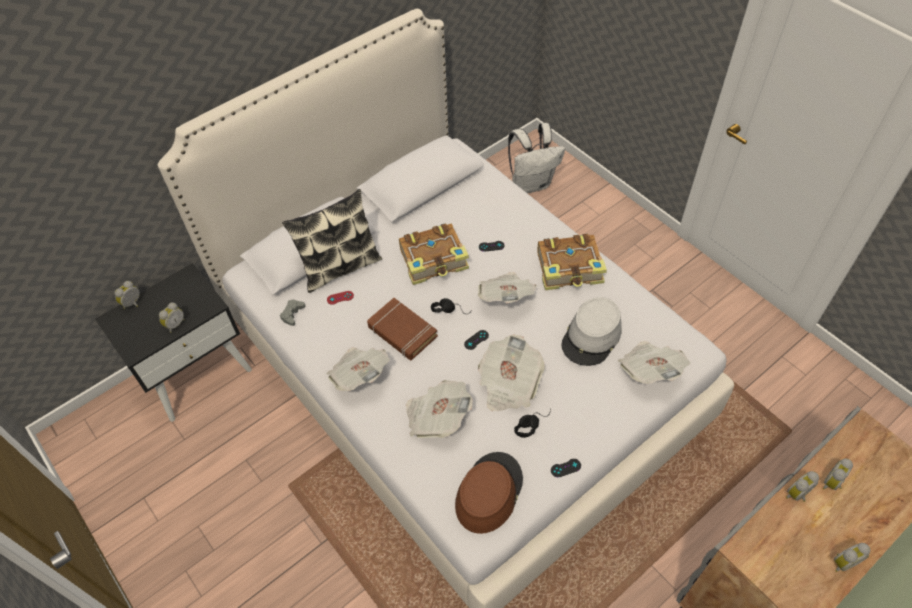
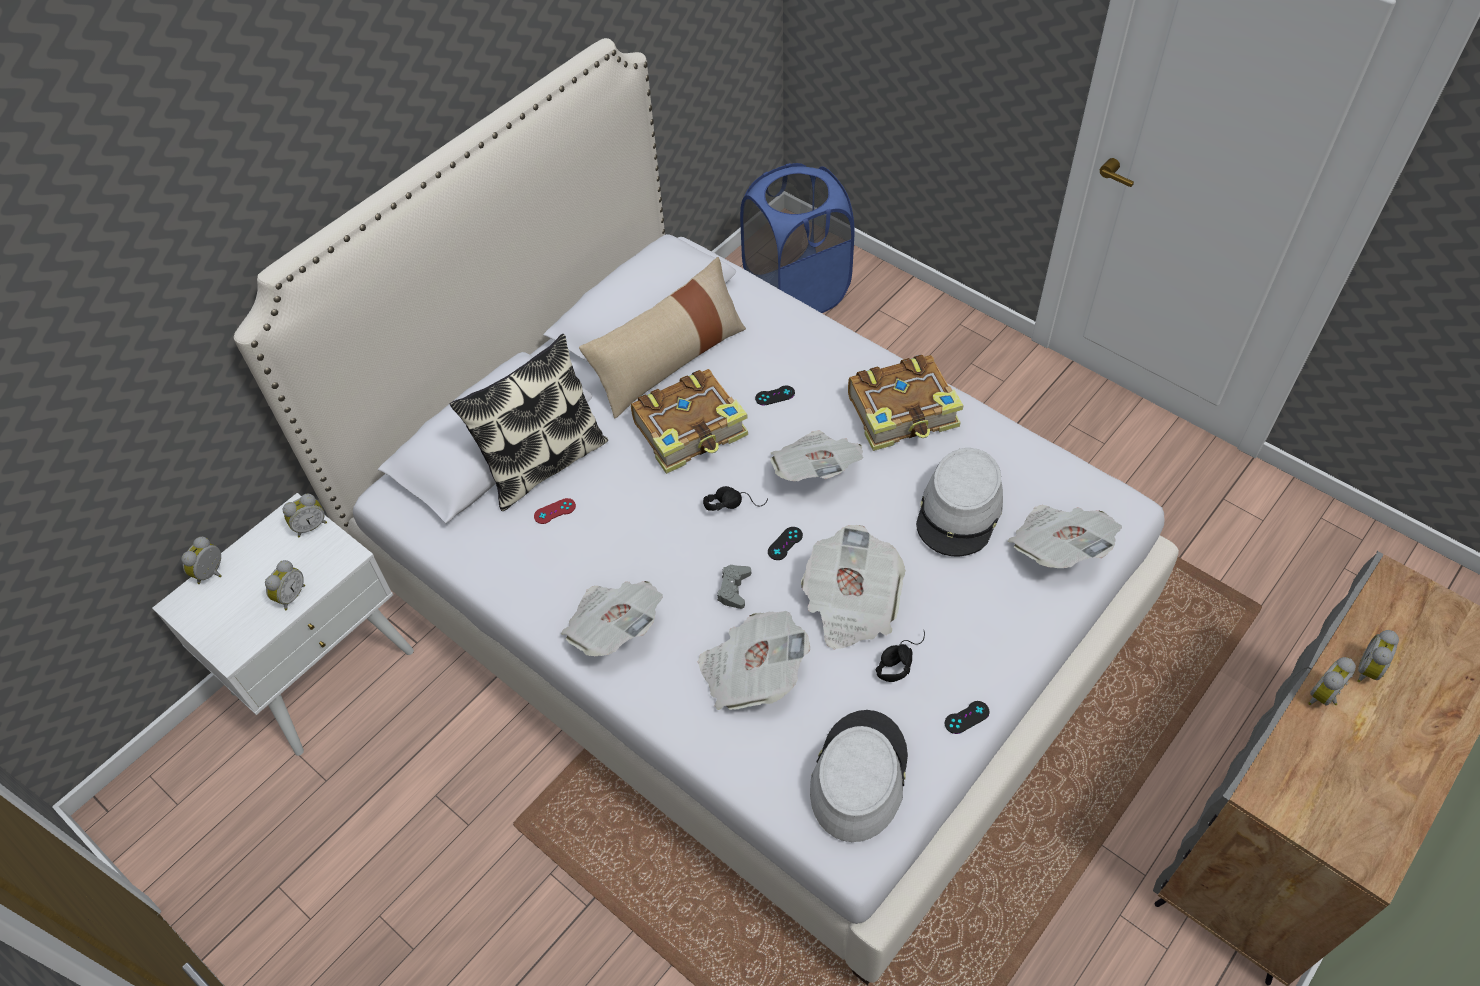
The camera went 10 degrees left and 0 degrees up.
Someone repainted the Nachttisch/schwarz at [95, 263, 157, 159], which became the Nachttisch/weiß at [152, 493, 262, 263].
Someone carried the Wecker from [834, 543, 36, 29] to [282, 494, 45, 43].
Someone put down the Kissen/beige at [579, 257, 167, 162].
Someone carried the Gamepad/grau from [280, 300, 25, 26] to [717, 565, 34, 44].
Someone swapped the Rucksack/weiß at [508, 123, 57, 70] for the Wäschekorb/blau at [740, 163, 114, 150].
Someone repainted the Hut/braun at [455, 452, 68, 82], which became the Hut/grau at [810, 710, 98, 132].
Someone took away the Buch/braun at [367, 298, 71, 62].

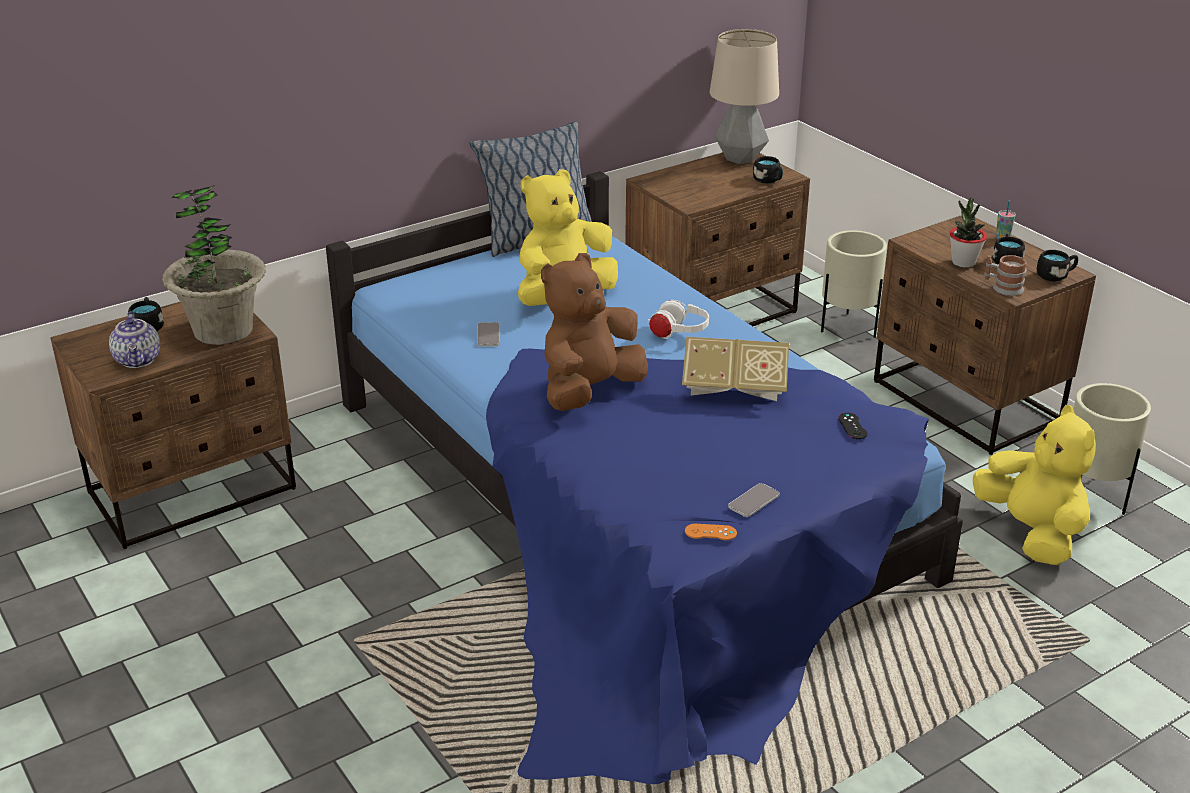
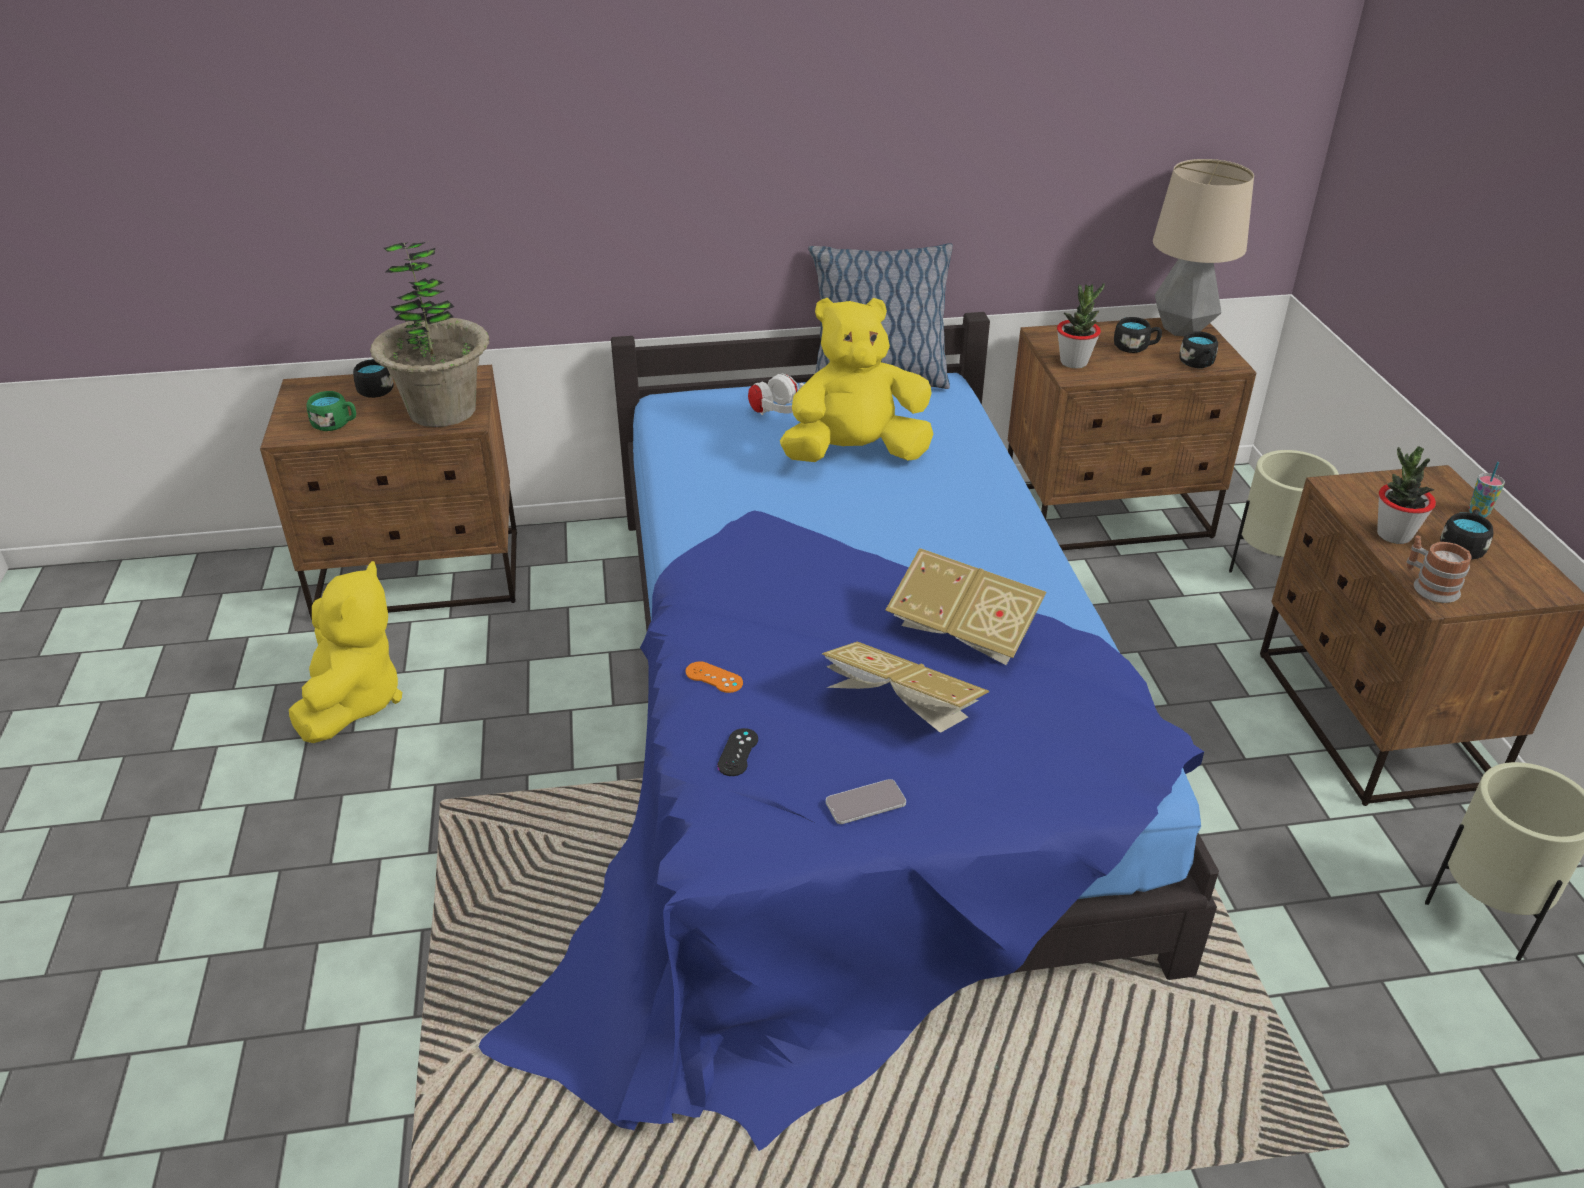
The camera went 25 degrees right and 5 degrees up.
Someone carried the Plüschtier/gelb from [973, 405, 123, 160] to [289, 561, 113, 182].
Someone swapped the Teekanne at [109, 312, 51, 56] for the Henkelbecher/grün at [307, 391, 49, 40].
Someone carried the Gamepad/orange from [685, 524, 52, 16] to [686, 661, 57, 32].
Someone carried the Gamepad/schwarz from [838, 413, 30, 26] to [717, 728, 41, 48].
Someone carried the Kopfhörer/weiß from [648, 300, 61, 39] to [748, 374, 56, 41].
Someone put down the Buch at [822, 641, 167, 92].
Someone put down the Topfpflanze at [1057, 283, 48, 85].
Someone carried the Henkelbecher/schwarz from [1037, 250, 41, 31] to [1114, 317, 48, 36].
Someone took away the Handy at [477, 322, 22, 25].
Someone took away the Plüschtier/braun at [541, 253, 107, 158].

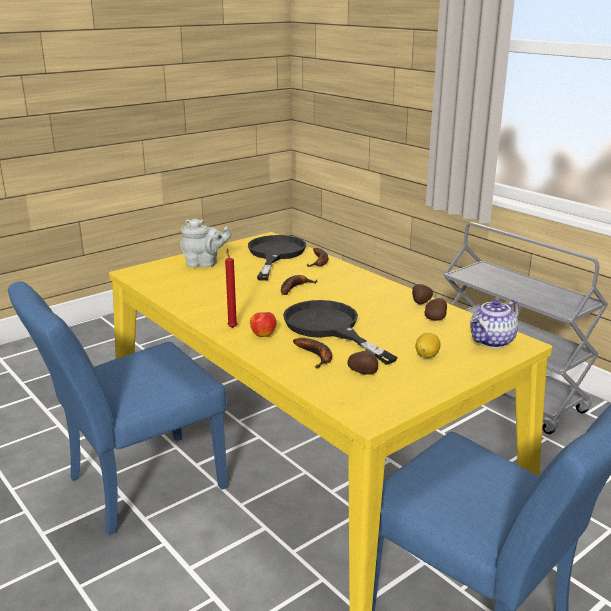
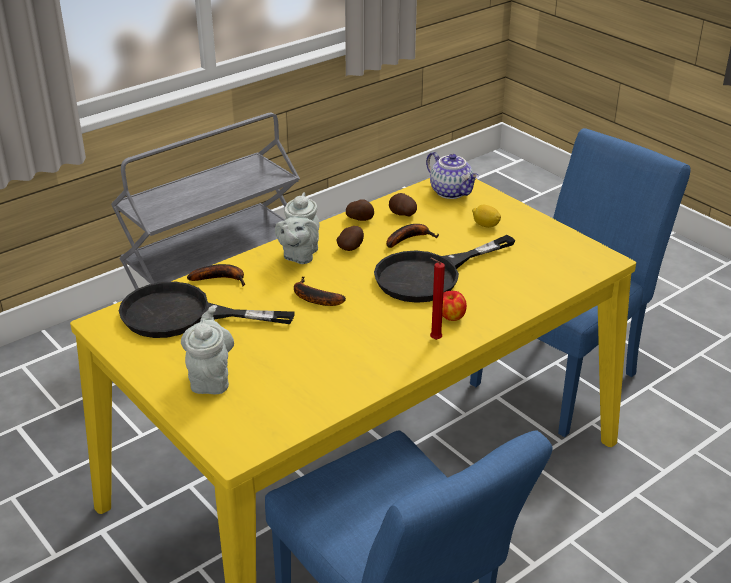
The camera went 90 degrees left and 10 degrees up.
Someone put down the Teekanne/grau at [275, 192, 44, 72].
Someone carried the Kartoffel from [347, 351, 31, 24] to [337, 226, 27, 25].
Someone carried the Banane from [293, 338, 39, 30] to [386, 224, 53, 24].

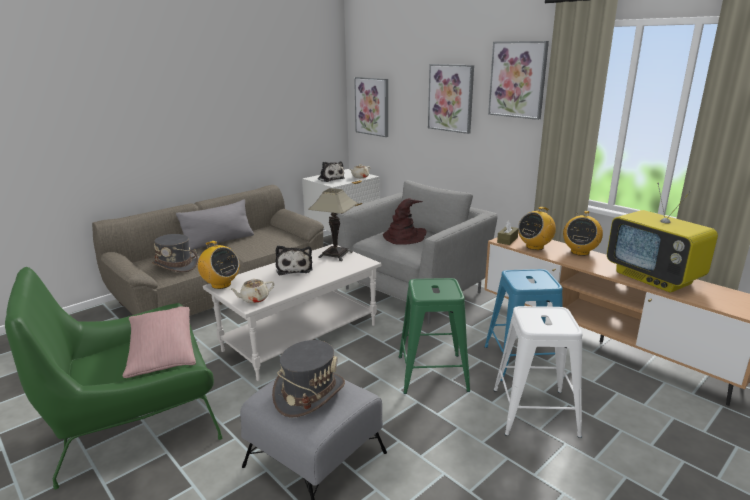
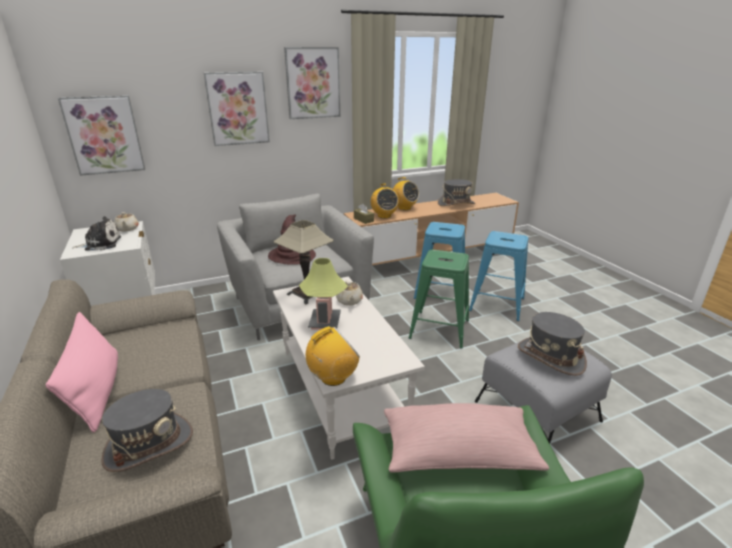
The camera went 70 degrees left and 5 degrees up.
Someone repainted the Kissen/grau at [176, 199, 78, 51], which became the Kissen/rosa at [46, 312, 72, 121].
Someone swapped the Plüschtier at [276, 246, 37, 29] for the Tischlampe at [299, 258, 49, 72].
Someone carried the Teekanne/beige from [230, 279, 44, 24] to [336, 280, 27, 26].
Someone swapped the Fernseher at [607, 183, 111, 110] for the Hut/grau at [438, 179, 37, 27].
Someone repainted the Hocker/weiß at [494, 306, 89, 132], which became the Hocker/blau at [469, 231, 59, 90].

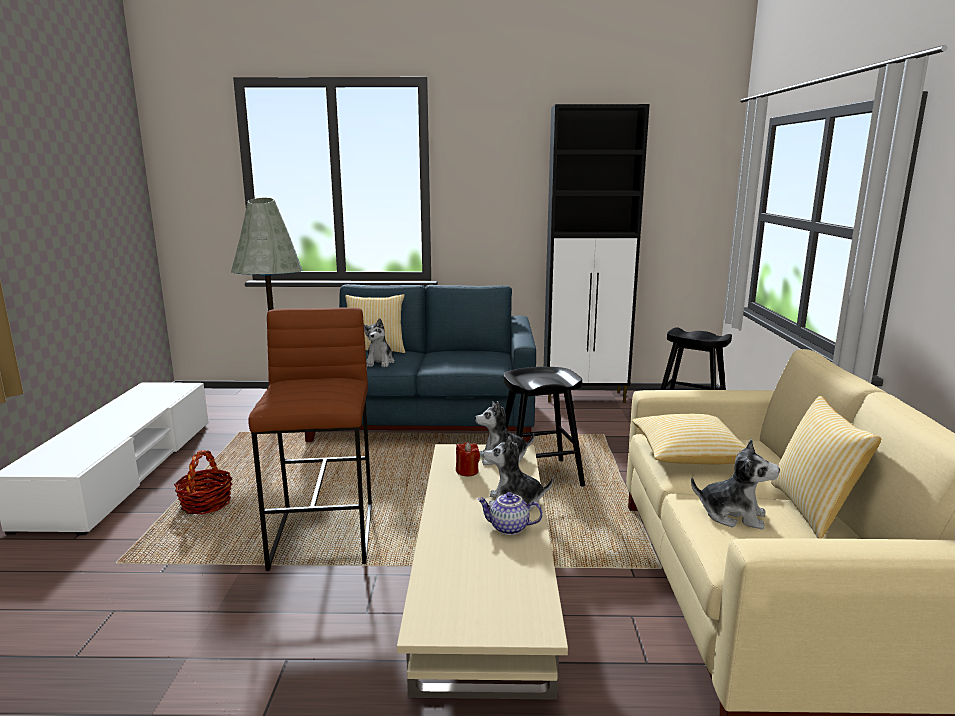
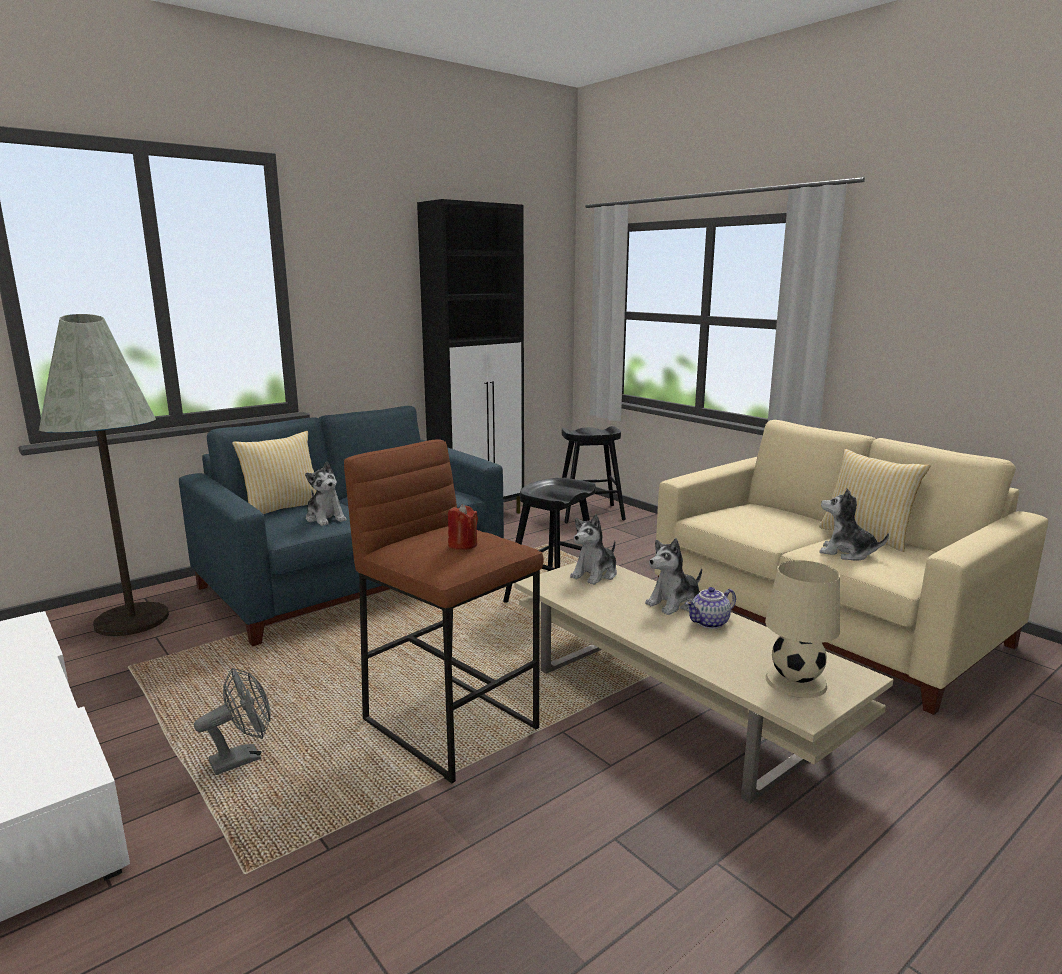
The camera went 40 degrees left and 0 degrees up.
Someone swapped the Korb at [174, 450, 59, 64] for the Ventilator/grau at [194, 668, 77, 107].
Someone carried the Kerze/rot from [456, 442, 24, 34] to [448, 504, 30, 46].
Someone put down the Tischlampe/beige at [765, 560, 75, 138].
Someone rotated the Plüschtier at [691, 439, 89, 91] by 135 degrees counterclockwise.
Someone took away the Kissen at [632, 414, 114, 50].

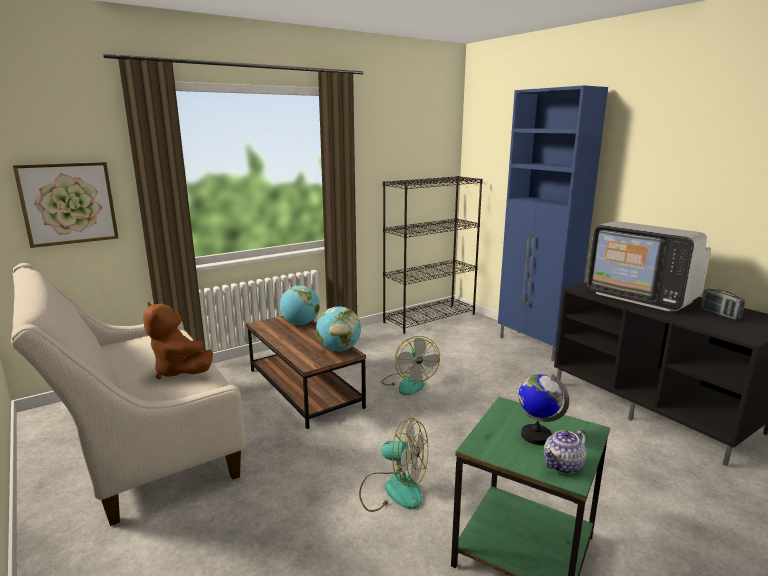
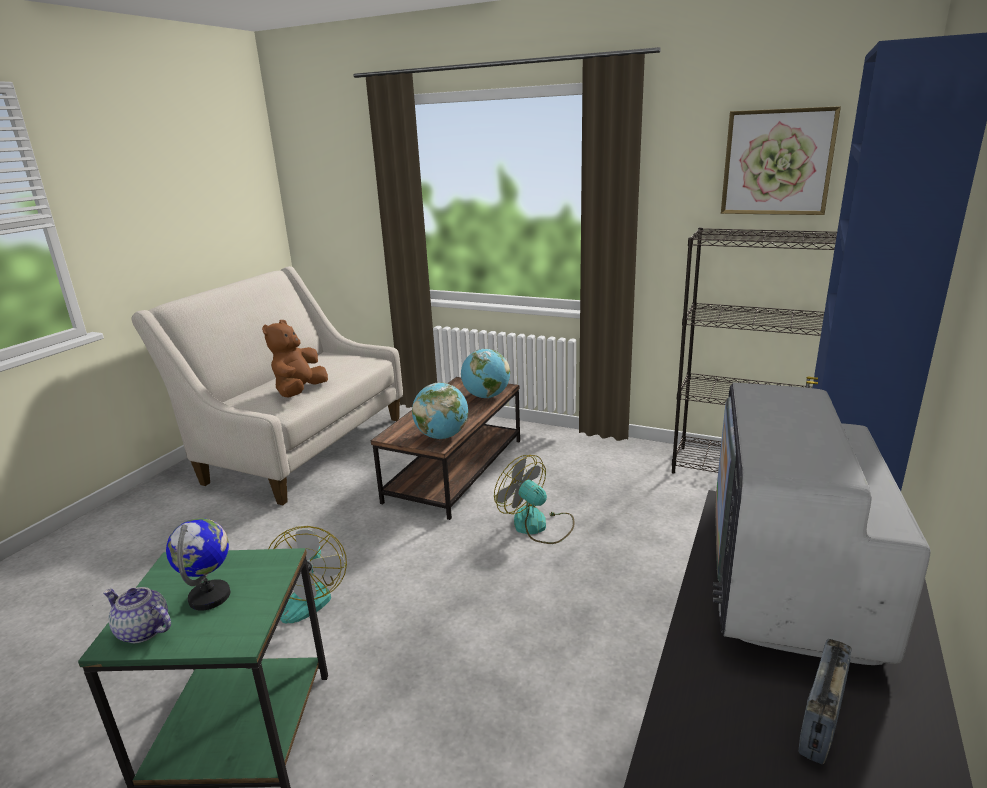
The camera went 60 degrees right and 5 degrees up.
Someone rotated the Ventilator at [382, 336, 58, 59] by 90 degrees clockwise.
Someone carried the Bild from [13, 162, 106, 86] to [721, 106, 120, 109].

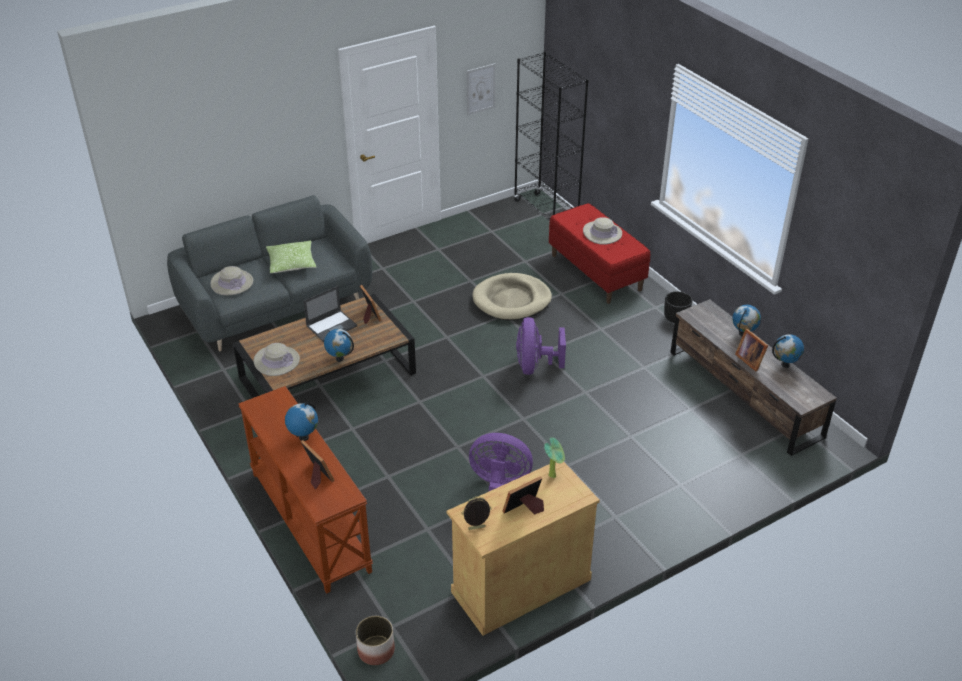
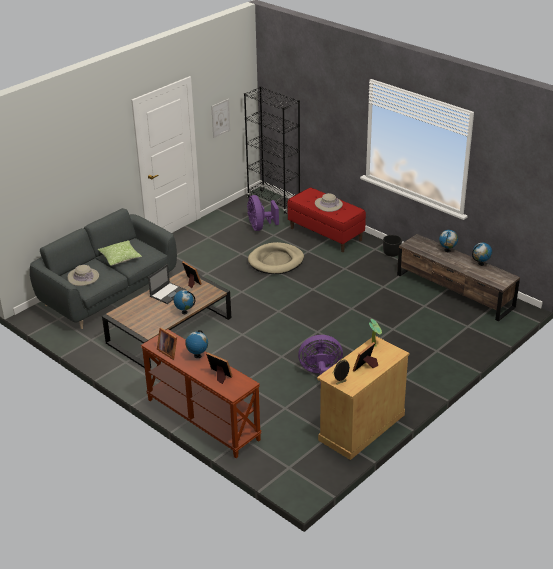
The camera went 15 degrees left and 5 degrees down.
Someone carried the Bilderrahmen from [735, 329, 33, 43] to [157, 328, 20, 32].
Someone carried the Ventilator/lila from [516, 317, 50, 58] to [247, 195, 32, 36].
Someone took away the Hut/beige at [254, 343, 46, 33].
Someone took away the Pflanzkübel at [356, 616, 39, 49].

